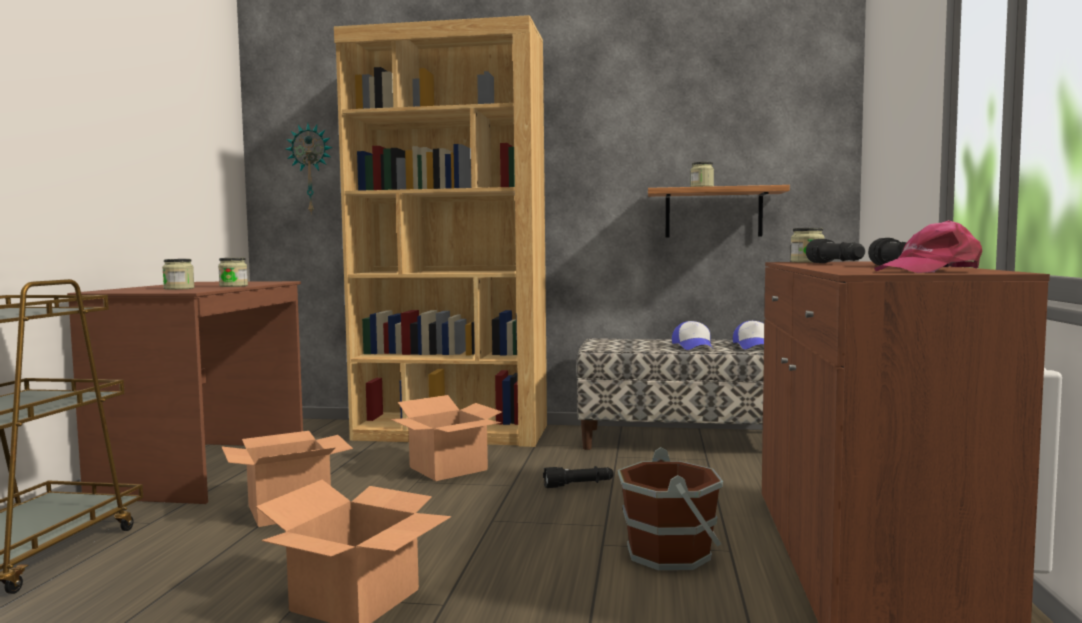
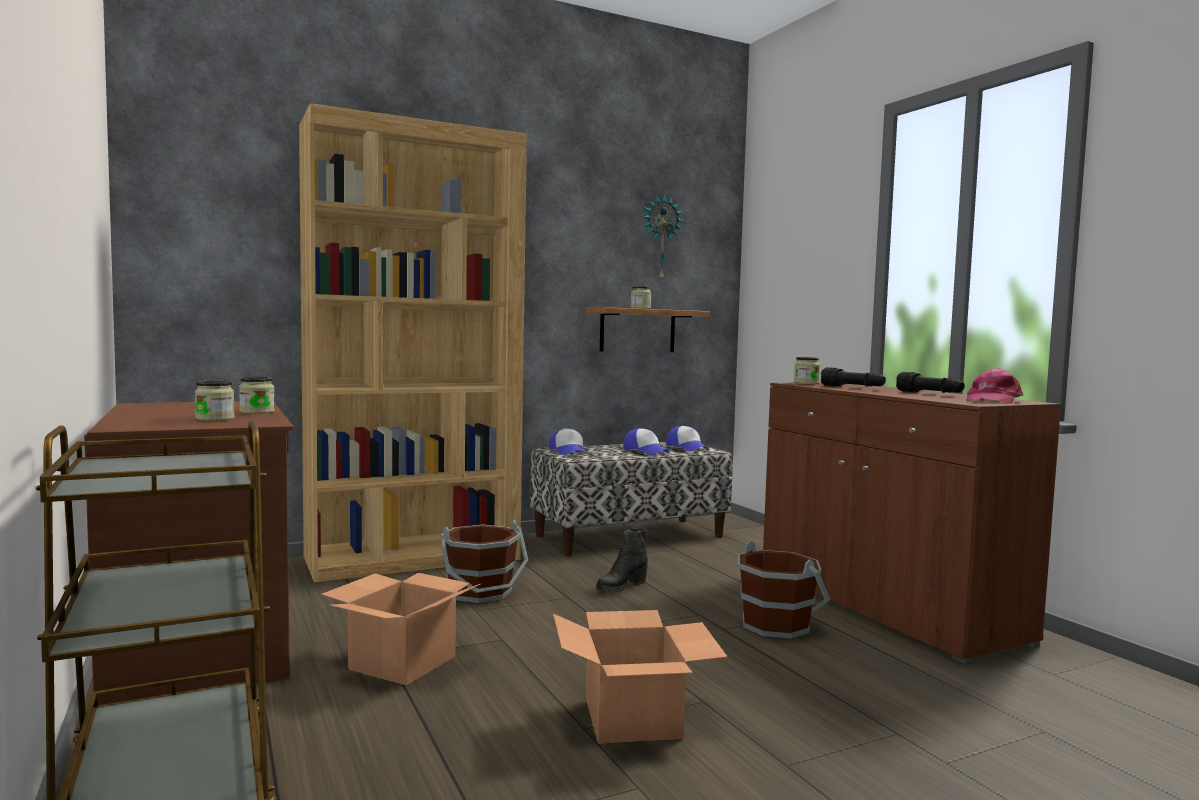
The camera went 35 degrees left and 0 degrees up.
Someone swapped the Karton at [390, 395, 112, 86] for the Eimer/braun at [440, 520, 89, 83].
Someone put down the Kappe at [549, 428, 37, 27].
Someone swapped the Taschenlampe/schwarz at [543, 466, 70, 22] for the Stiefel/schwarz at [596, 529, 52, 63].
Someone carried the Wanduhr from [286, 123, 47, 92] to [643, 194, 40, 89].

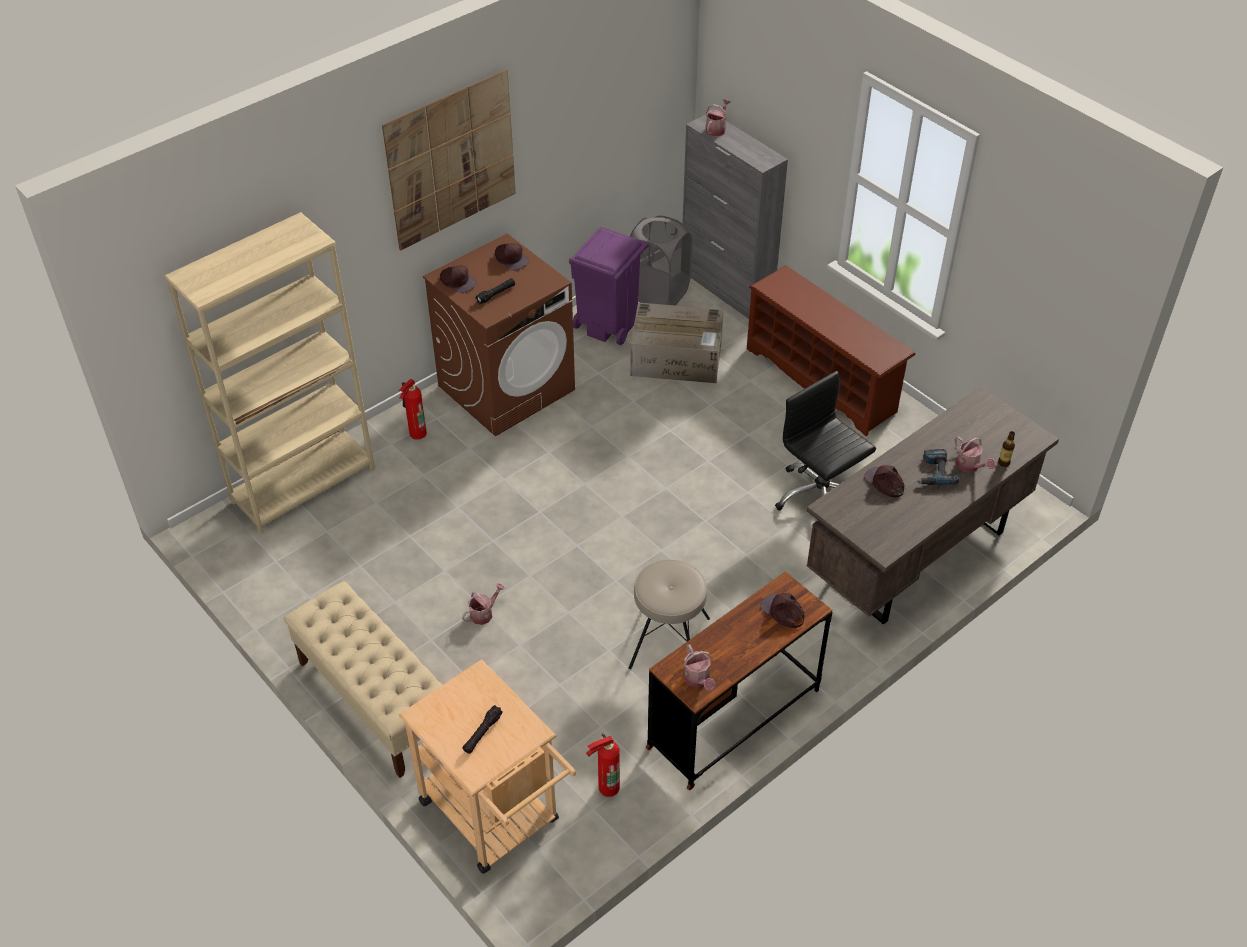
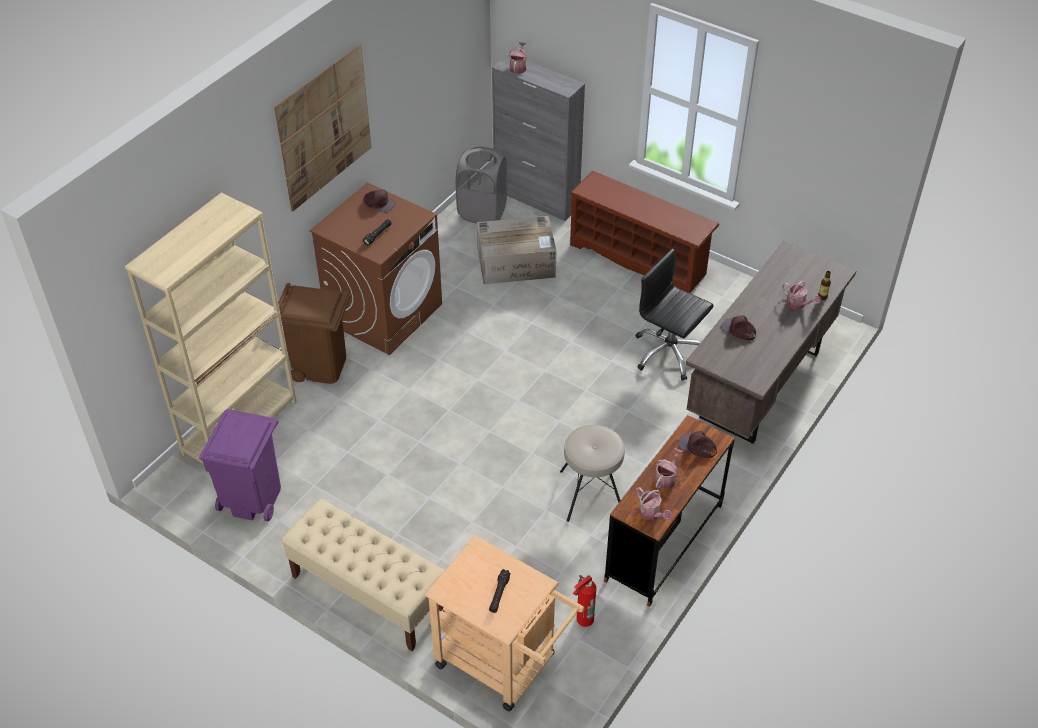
The camera went 15 degrees left and 0 degrees up.
Someone carried the Mülleimer/lila from [569, 227, 80, 118] to [199, 409, 82, 112].
Someone swapped the Feuerlöscher at [399, 379, 28, 61] for the Mülleimer/braun at [278, 283, 72, 101].
Someone carried the Gießkanne from [462, 583, 43, 42] to [654, 448, 29, 41].
Someone took away the Kappe/braun at [440, 265, 37, 28].
Someone took away the Bohrmaschine at [917, 449, 42, 36].

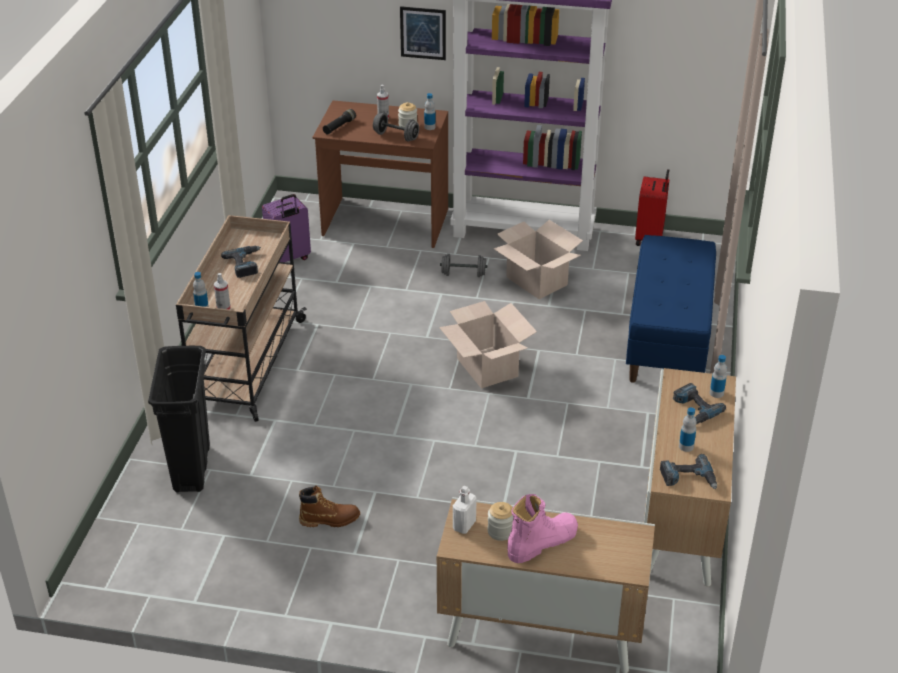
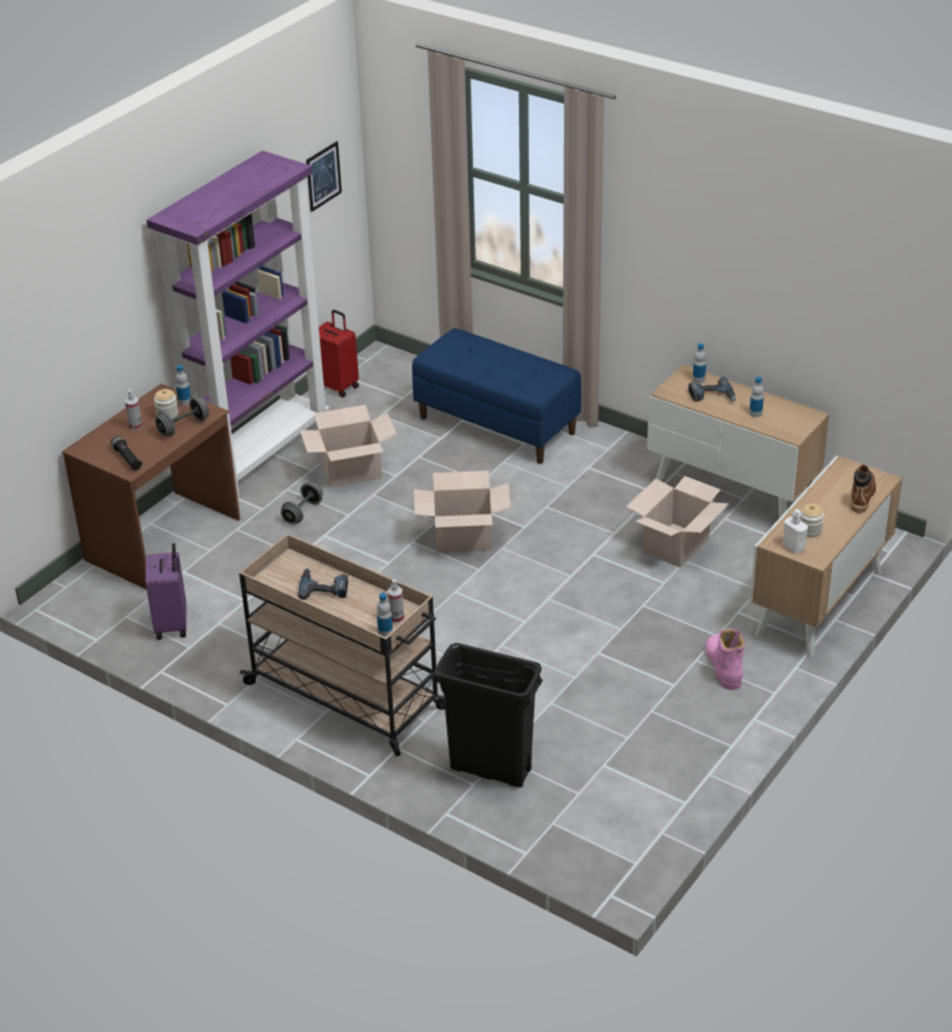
The camera went 65 degrees left and 0 degrees up.
Someone carried the Bild from [400, 6, 46, 54] to [306, 141, 36, 71].
Someone put down the Karton at [626, 476, 103, 92].
Someone carried the Stiefel/rosa from [507, 494, 71, 69] to [705, 628, 40, 62].
Someone carried the Stiefel/braun from [299, 486, 61, 41] to [851, 465, 25, 48].
Someone took away the Bohrmaschine at [660, 454, 57, 35].

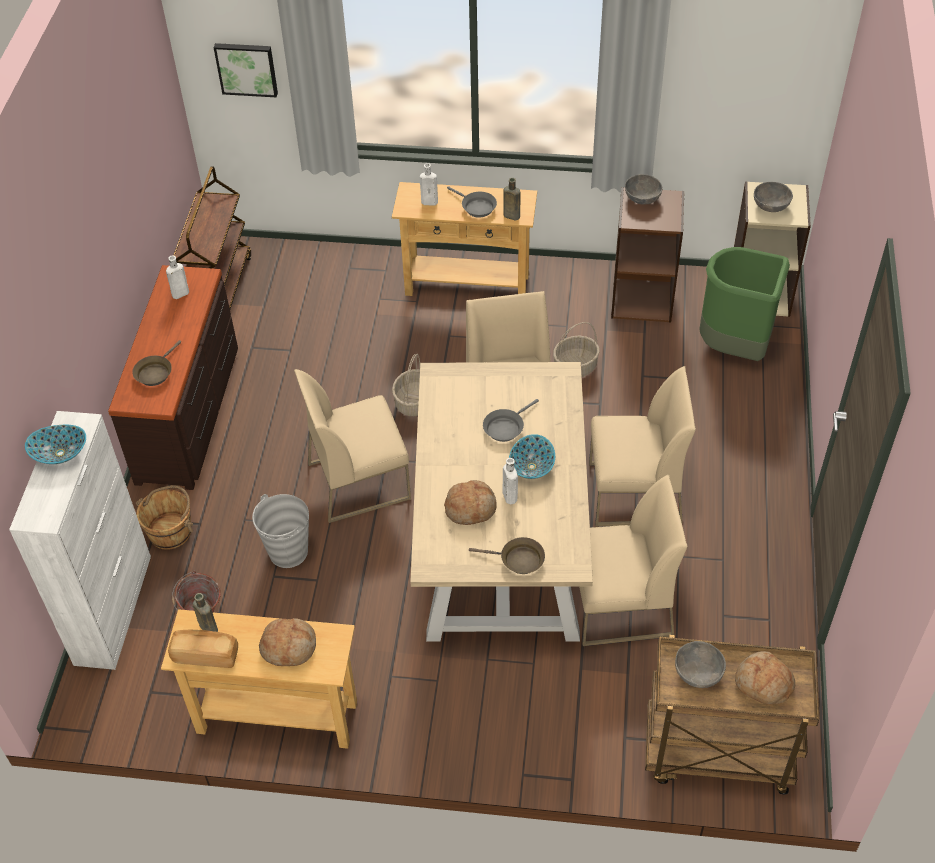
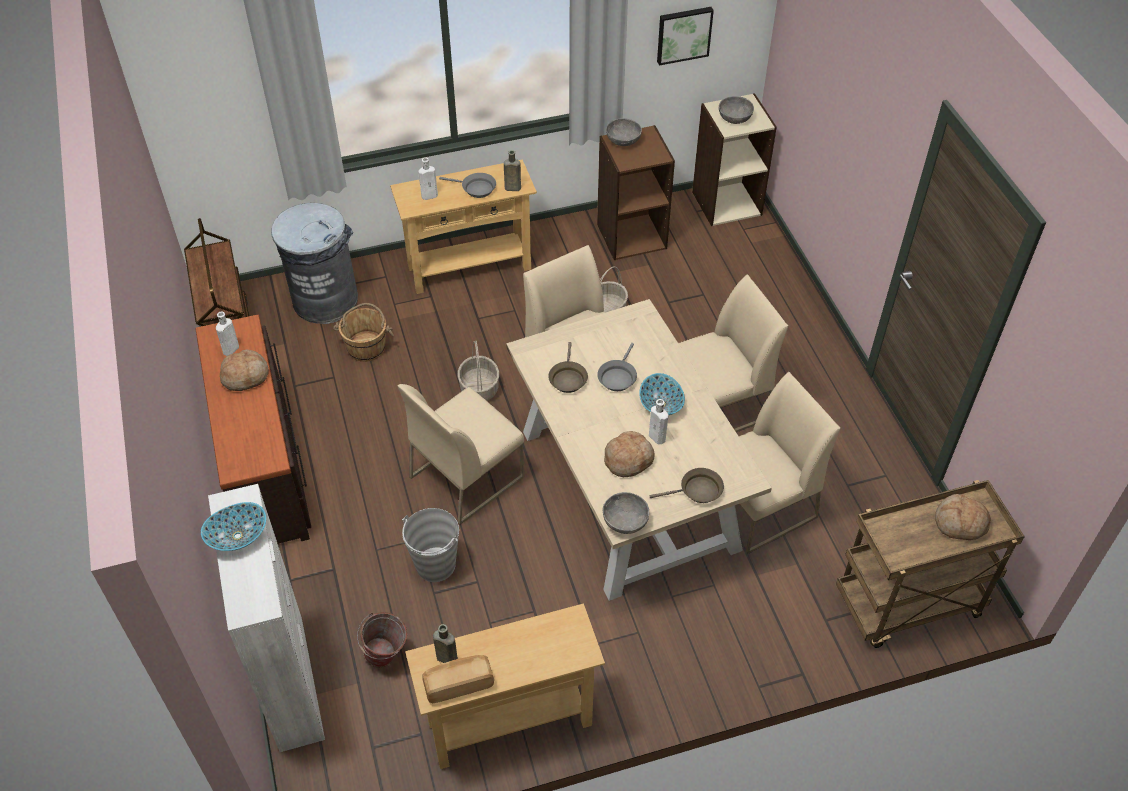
The camera went 25 degrees left and 0 degrees up.
Someone carried the Brot from [259, 618, 57, 48] to [220, 350, 49, 41].
Someone put down the Mülleimer/grau at [271, 203, 87, 121].
Someone carried the Eimer/braun from [136, 485, 57, 65] to [333, 303, 61, 59].
Someone carried the Pfanne/braun from [132, 340, 49, 46] to [548, 342, 40, 51].
Someone carried the Schüssel/grau from [675, 641, 51, 47] to [602, 492, 47, 42].
Someone carried the Bild from [214, 43, 64, 54] to [657, 7, 57, 59].
Someone took away the Mülleimer/grün at [699, 247, 91, 114].

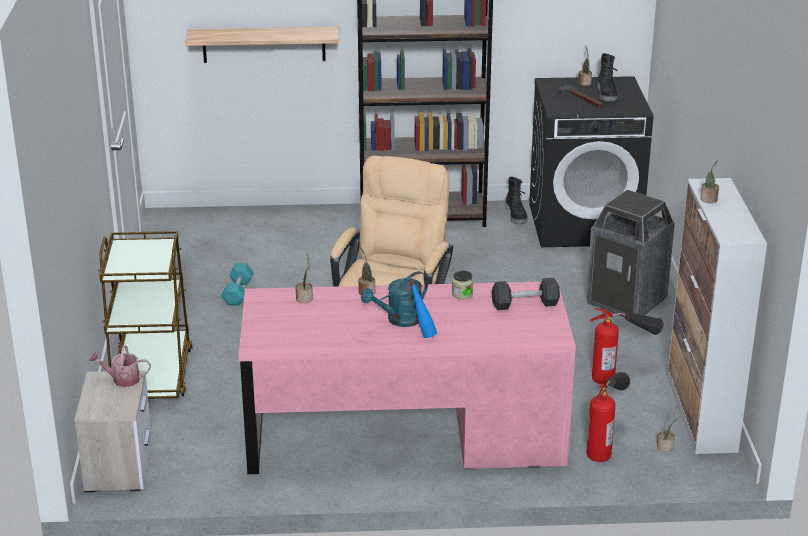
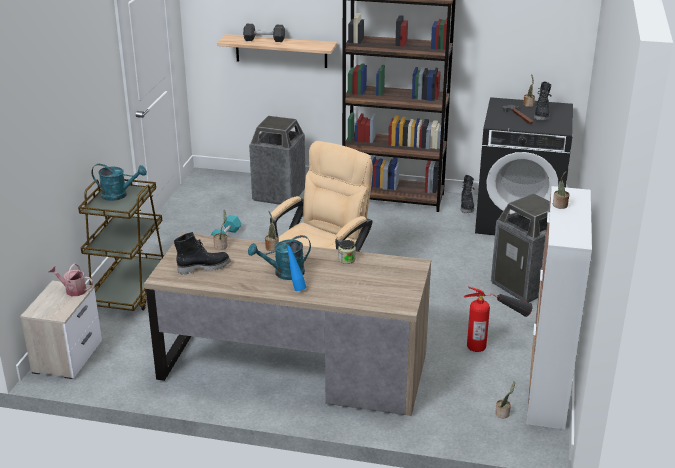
The camera went 15 degrees right and 0 degrees up.
Someone put down the Gießkanne/türkis at [91, 164, 56, 37].
Someone repainted the Schreibtisch/rosa at [239, 281, 337, 193], which became the Schreibtisch/braun at [144, 232, 287, 184].
Someone put down the Stiefel/schwarz at [174, 232, 56, 42].
Someone carried the Hantel/schwarz from [492, 278, 68, 32] to [243, 24, 42, 18].
Someone put down the Mülleimer at [249, 116, 57, 89].
Someone took away the Feuerlöscher at [586, 372, 44, 90].

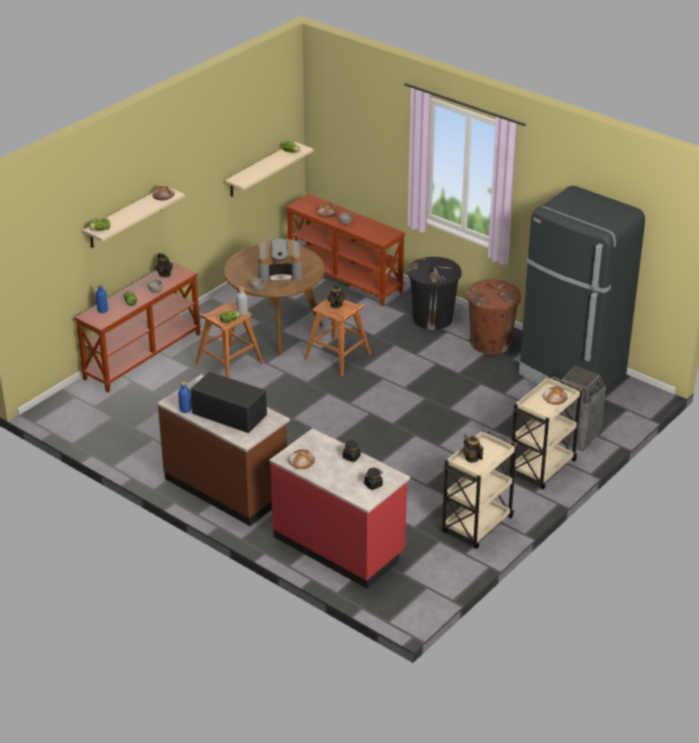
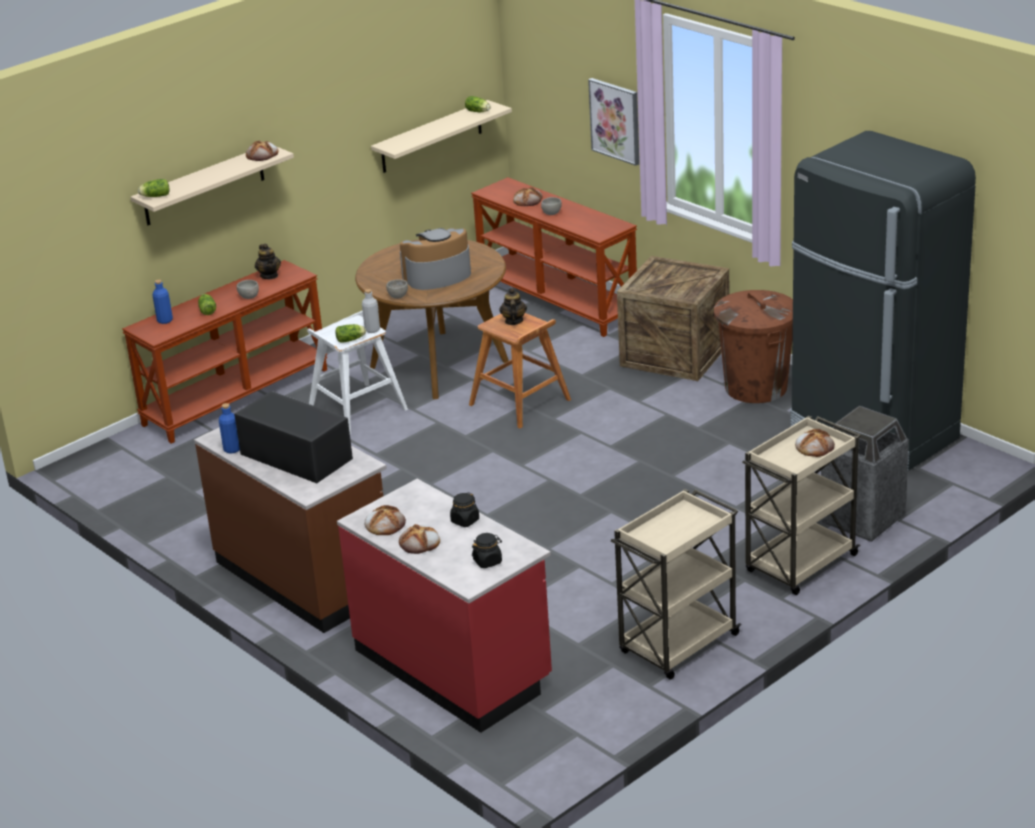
The camera went 10 degrees right and 5 degrees down.
Someone repainted the Hocker/braun at [195, 302, 69, 76], which became the Hocker/weiß at [307, 315, 101, 119].
Someone put down the Brot at [399, 524, 41, 30].
Someone rotated the Kaffeemaschine at [258, 238, 44, 45] by 150 degrees clockwise.
Someone put up the Bild at [588, 78, 51, 88].
Someone swapped the Mülleimer/schwarz at [408, 257, 53, 73] for the Kiste at [617, 256, 112, 125].
Someone took away the Teekanne at [463, 434, 20, 29].

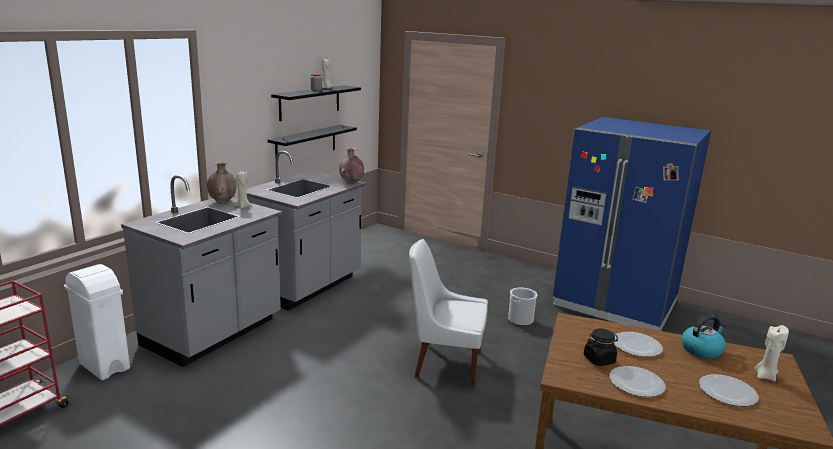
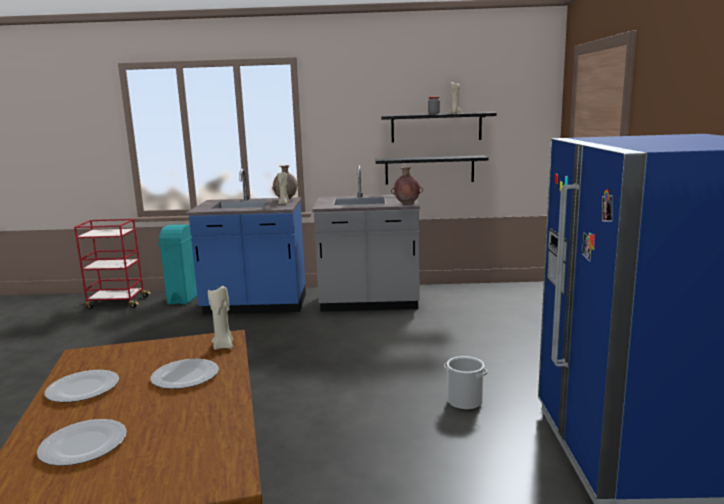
The camera went 60 degrees right and 5 degrees down.
Someone repainted the Mülleimer/weiß at [64, 264, 66, 116], which became the Mülleimer/türkis at [158, 225, 39, 79].
Someone repainted the Küchenzeile/grau at [121, 175, 161, 192], which became the Küchenzeile/blau at [186, 169, 120, 145].
Someone carried the Kerze/beige from [754, 325, 35, 57] to [208, 286, 25, 64].
Someone took away the Stuhl/weiß at [409, 239, 79, 148].
Someone took away the Vorratsglas/schwarz at [584, 328, 34, 38].
Someone took away the Wasserkessel at [681, 315, 45, 44].

